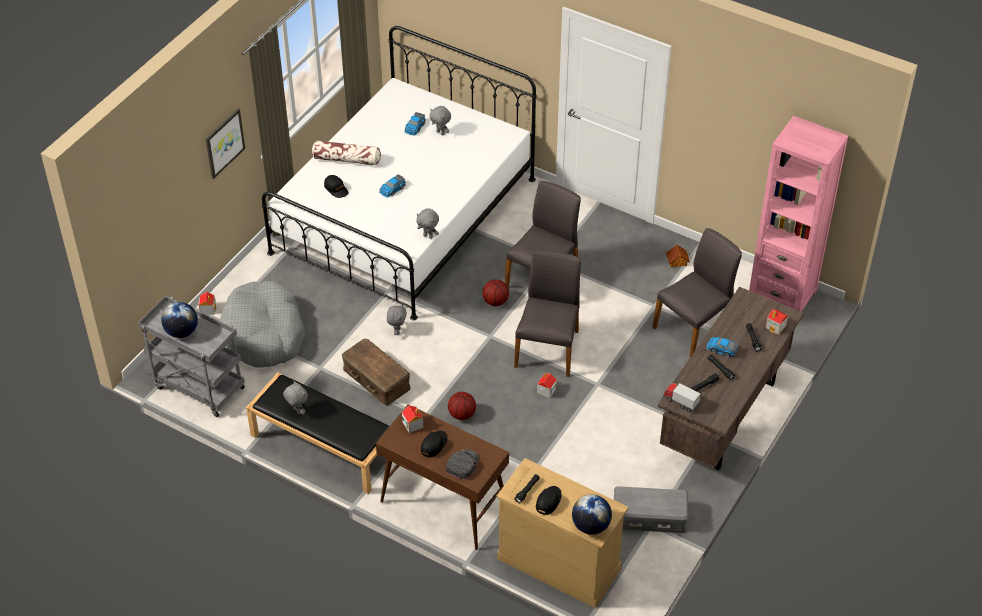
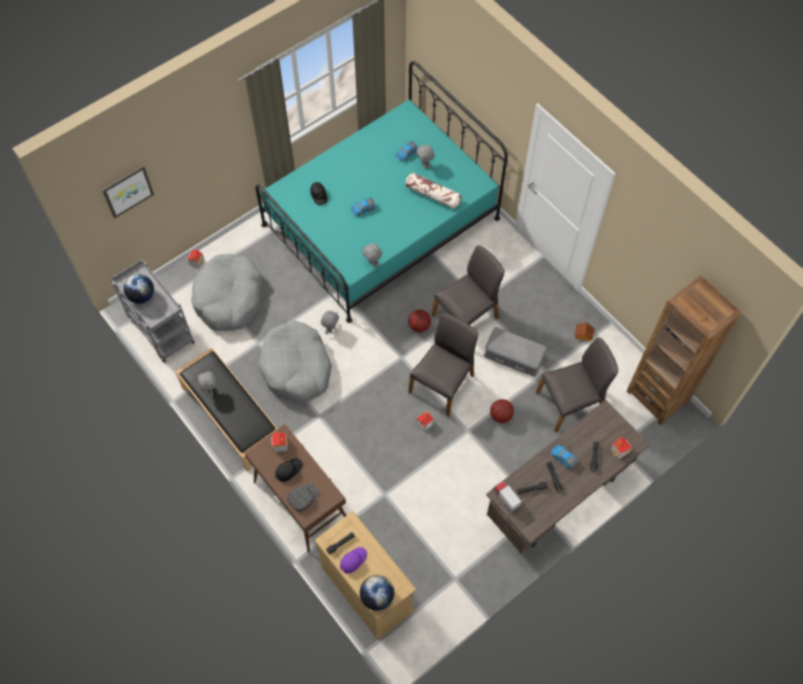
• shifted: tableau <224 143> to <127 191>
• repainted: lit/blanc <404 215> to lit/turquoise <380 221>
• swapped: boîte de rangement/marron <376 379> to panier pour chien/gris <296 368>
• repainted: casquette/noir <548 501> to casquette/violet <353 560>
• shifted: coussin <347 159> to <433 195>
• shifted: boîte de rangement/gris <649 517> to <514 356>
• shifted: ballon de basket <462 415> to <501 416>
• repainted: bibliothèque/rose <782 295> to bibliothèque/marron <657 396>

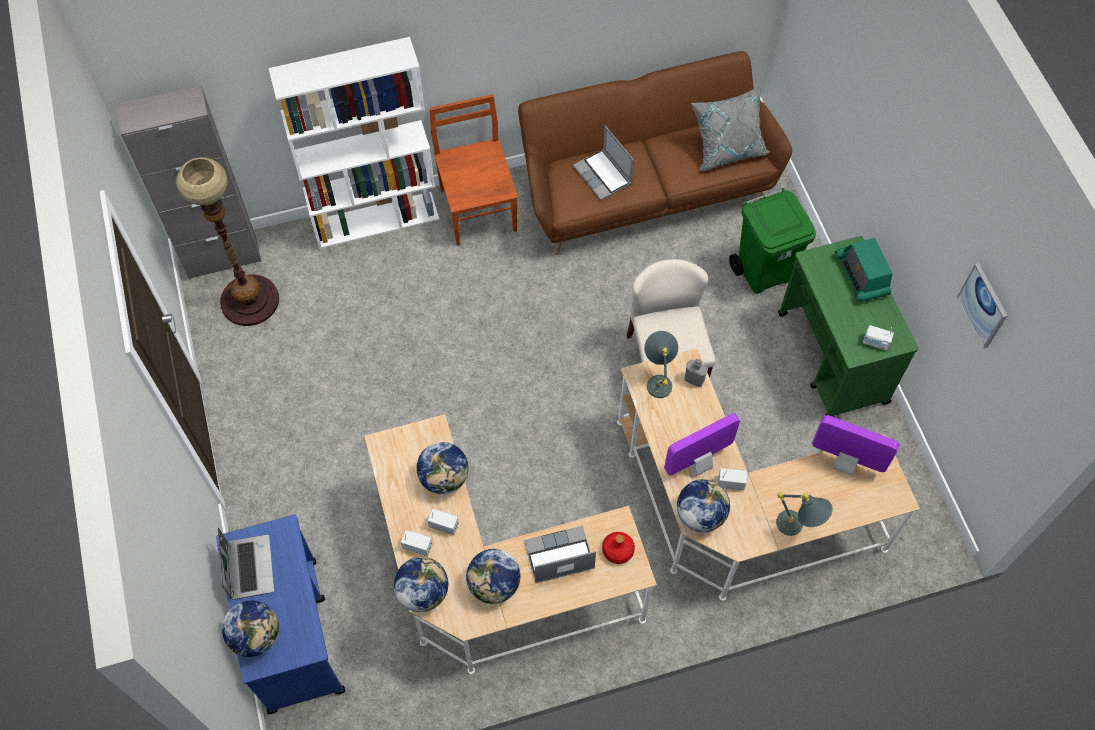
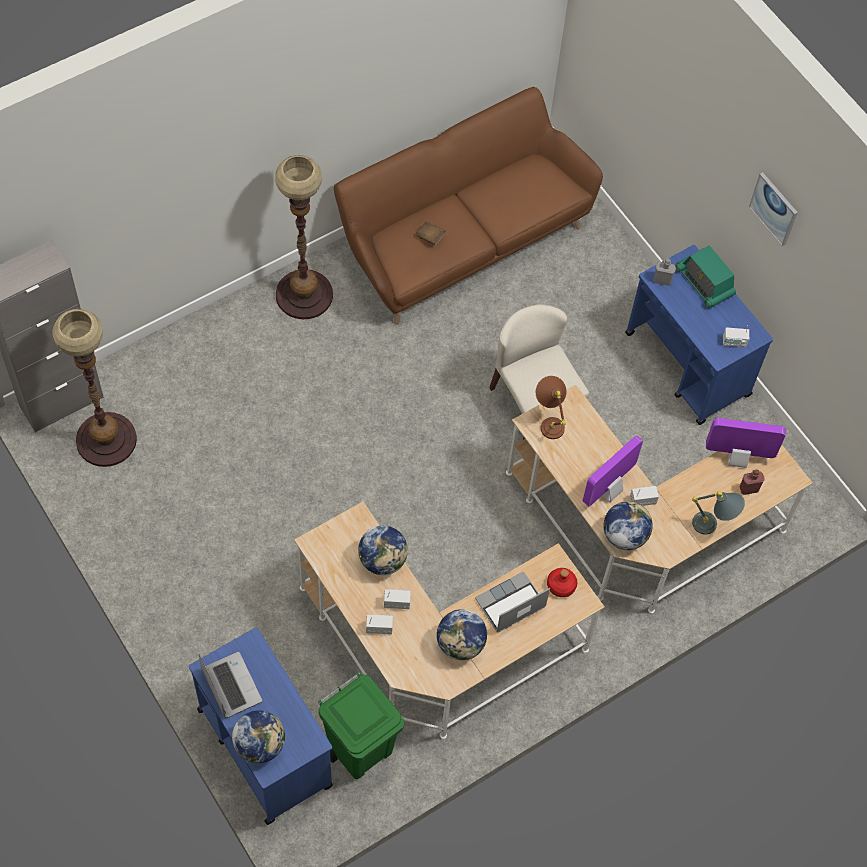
• swapped: chaise/marron <477 208> to lampadaire <304 294>
• shifted: poubelle/vert <764 272> to <360 748>
• swapped: ordinateur portable <603 175> to livre/marron <430 237>
• repainted: lampe de table/gris <658 378> to lampe de table/marron <549 421>
• repainted: chariot/vert <832 358> to chariot/bleu <688 365>
• shifted: bouteille/gris <694 379> to <662 280>
• new: bouteille/rouge <749 489>
• shifted: tableau <983 305> to <774 208>
• gone: bibliothèque/blanc <376 219>
• gone: globe <423 592>
• gone: coussin/gris <727 148>

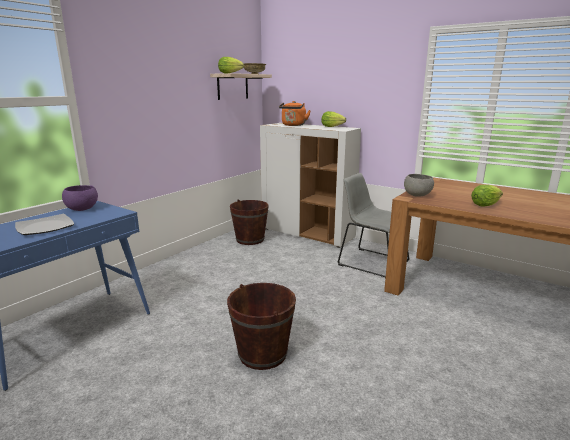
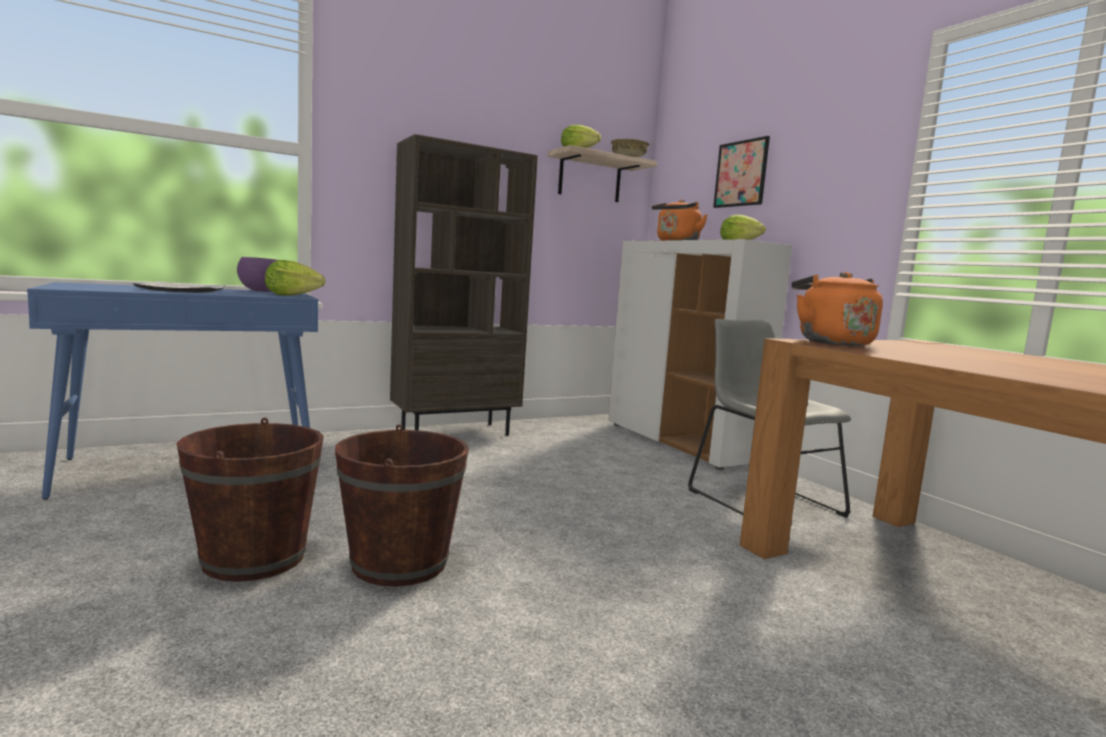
• shifted: seau/marron <250 239> to <254 558>
• shifted: laitue <485 205> to <292 295>
• new: bibliothèque/marron <455 432>
• new: tableau <741 173>
• swapped: bol/gris <417 195> to bouilloire/orange <831 342>

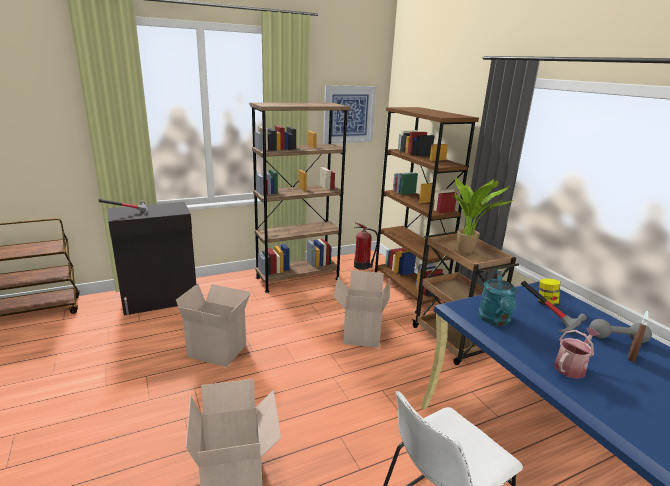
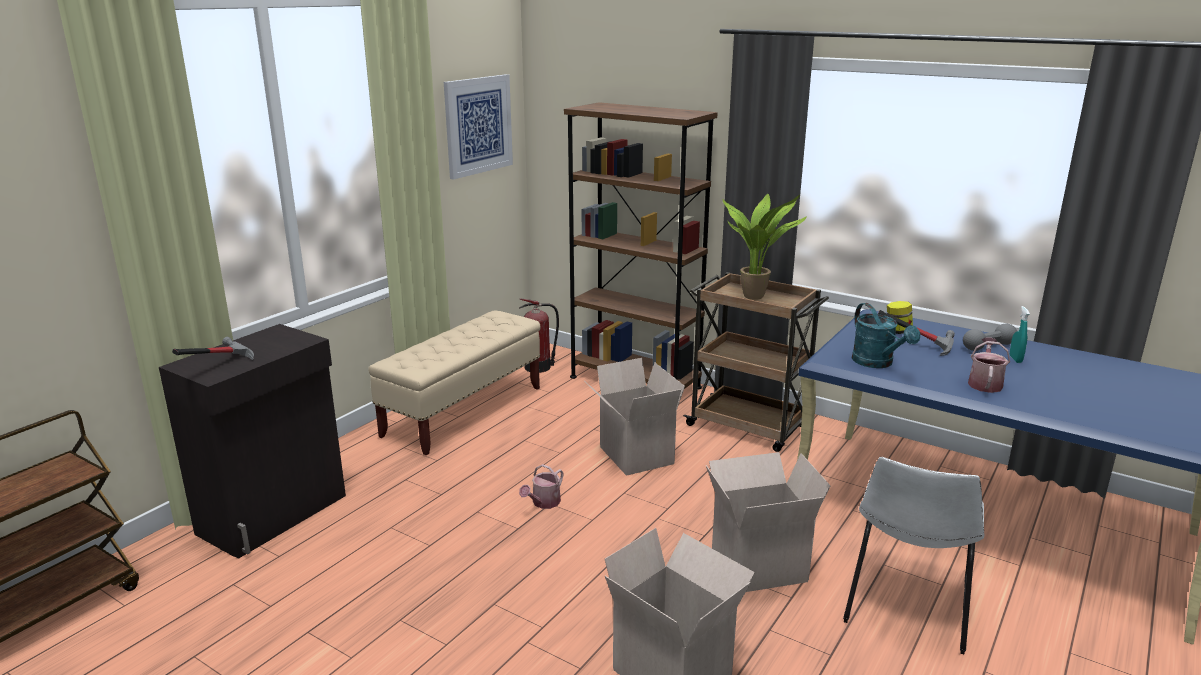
• swapped: bibliothèque/marron <298 278> to banc/beige <464 412>
• new: arrosoir <543 503>
• shifted: carton <219 350> to <759 565>
• repainted: vaporisateur/marron <631 357> to vaporisateur/turquoise <1015 359>

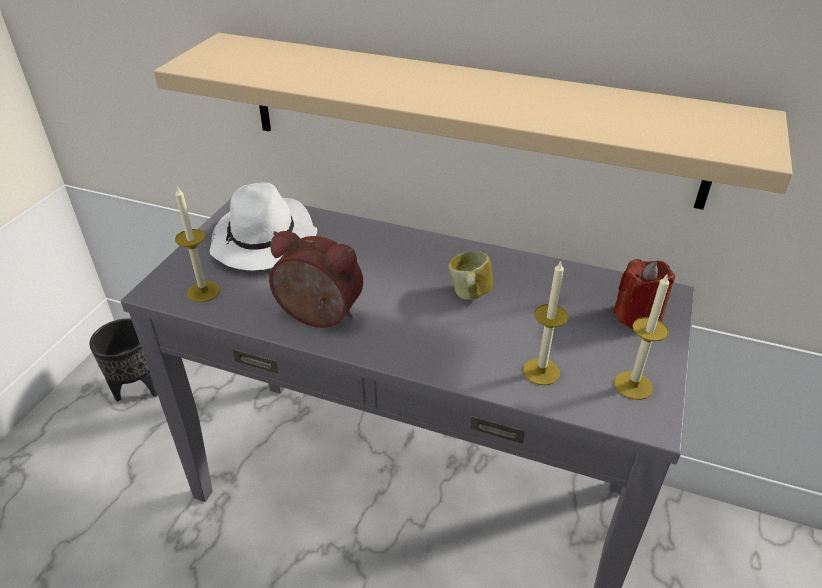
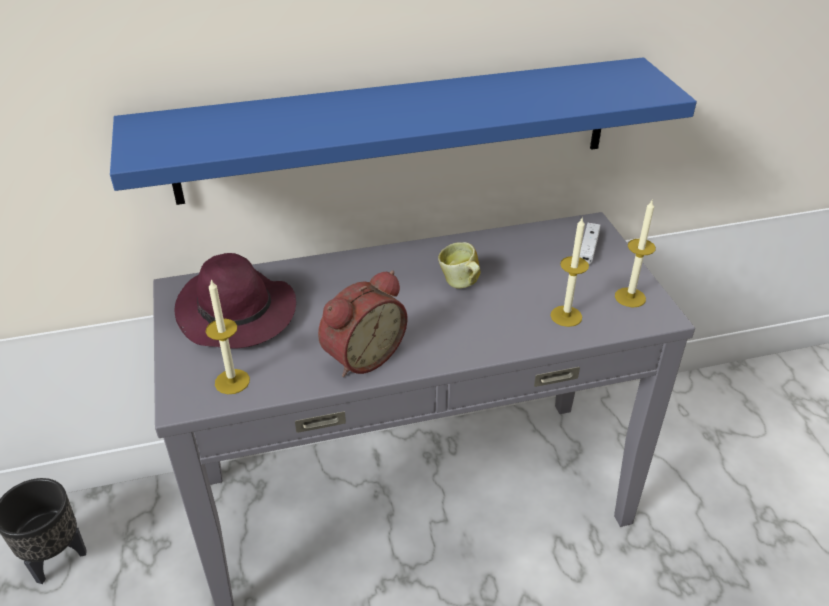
• repainted: étagère/beige <466 118> to étagère/bleu <397 130>
• repainted: chapeau/blanc <264 241> to chapeau/violet <237 313>
• rotated: réveil <317 317> = <361 355> 150 degrees clockwise
• swapped: bougie/rouge <638 316> to manette/blanc <588 248>

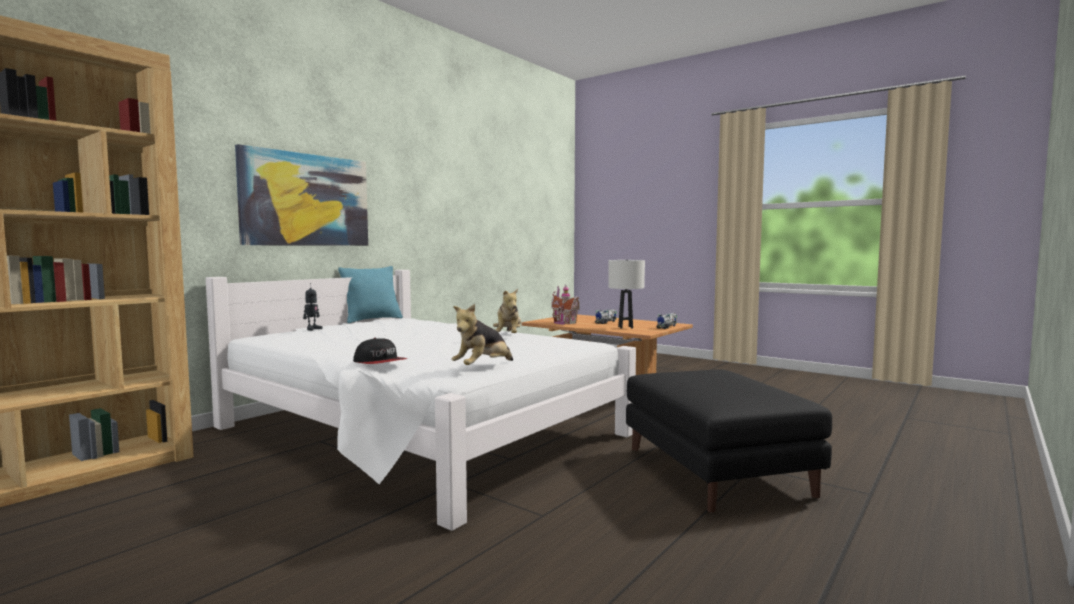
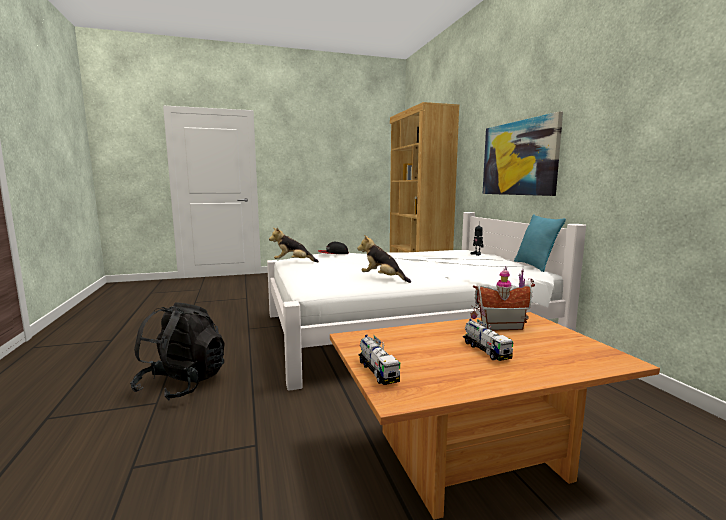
• swapped: pouf/noir <717 473> to sac à dos/noir <182 384>
• rotated: peluche <483 367> = <293 262> 75 degrees counterclockwise
• gone: lampe de table/blanc <625 327>

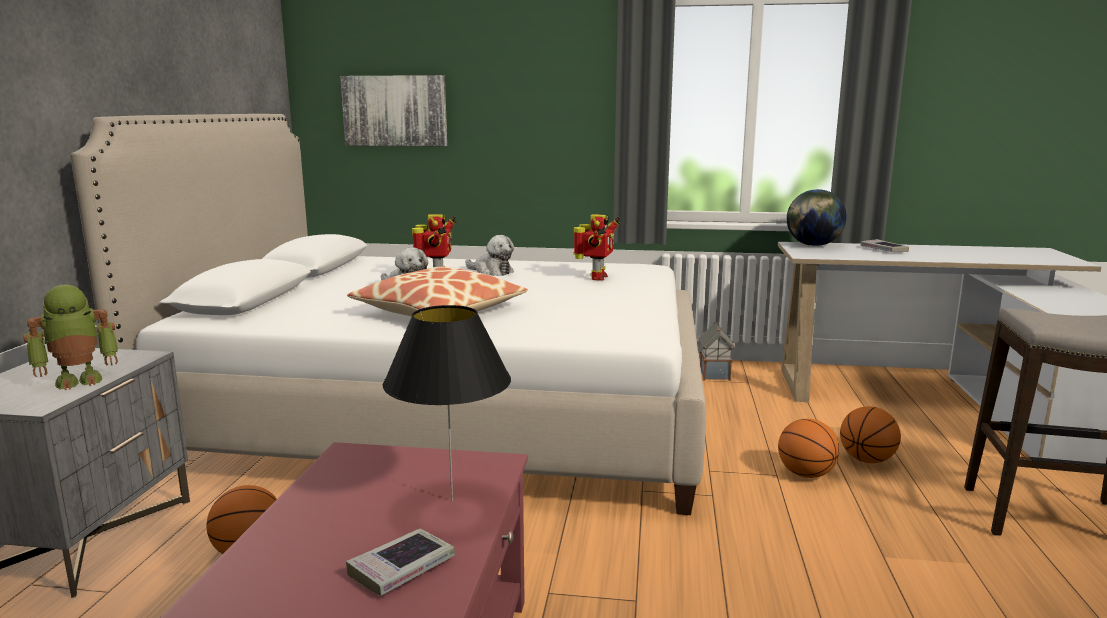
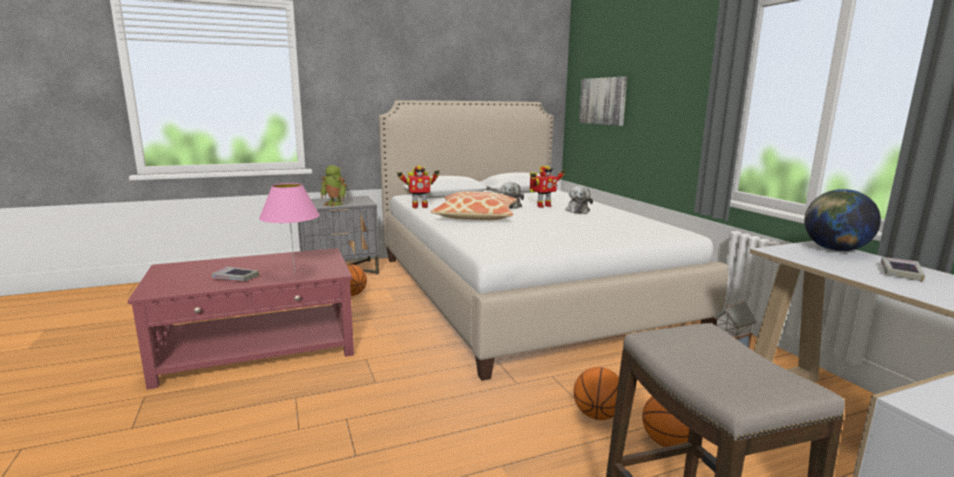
• repainted: lampe de table/noir <452 500> to lampe de table/rose <294 273>
• shifted: robot jouet <596 278> to <419 207>

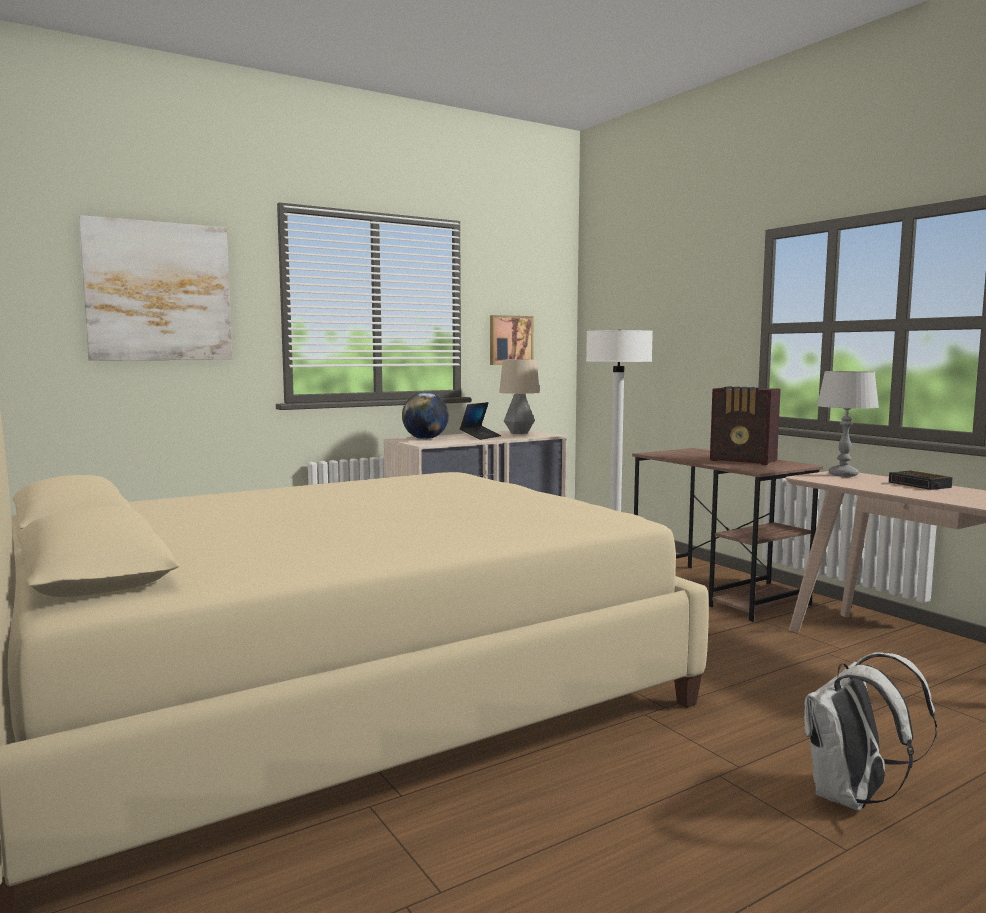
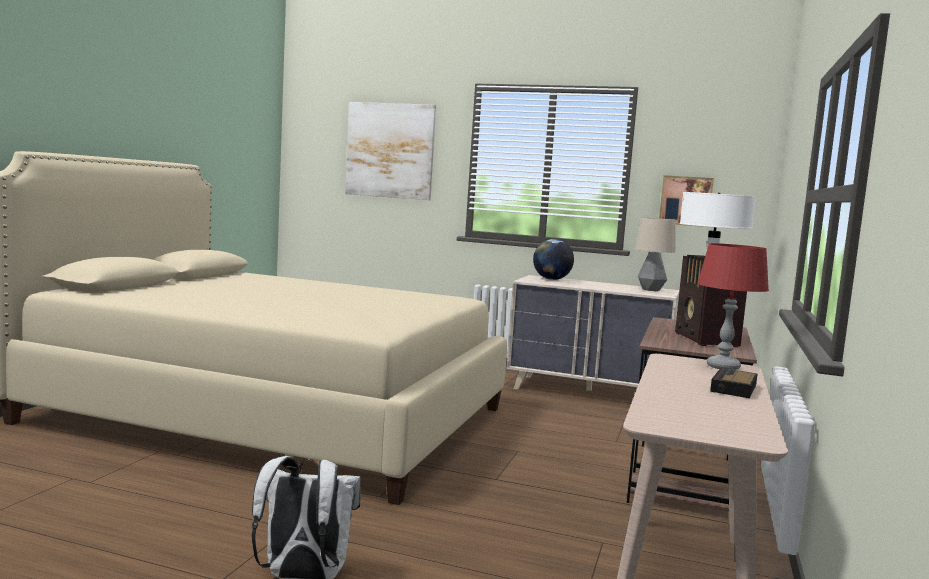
• repainted: lampe de table/gris <843 475> to lampe de table/rouge <723 367>
• gone: ordinateur portable <480 437>

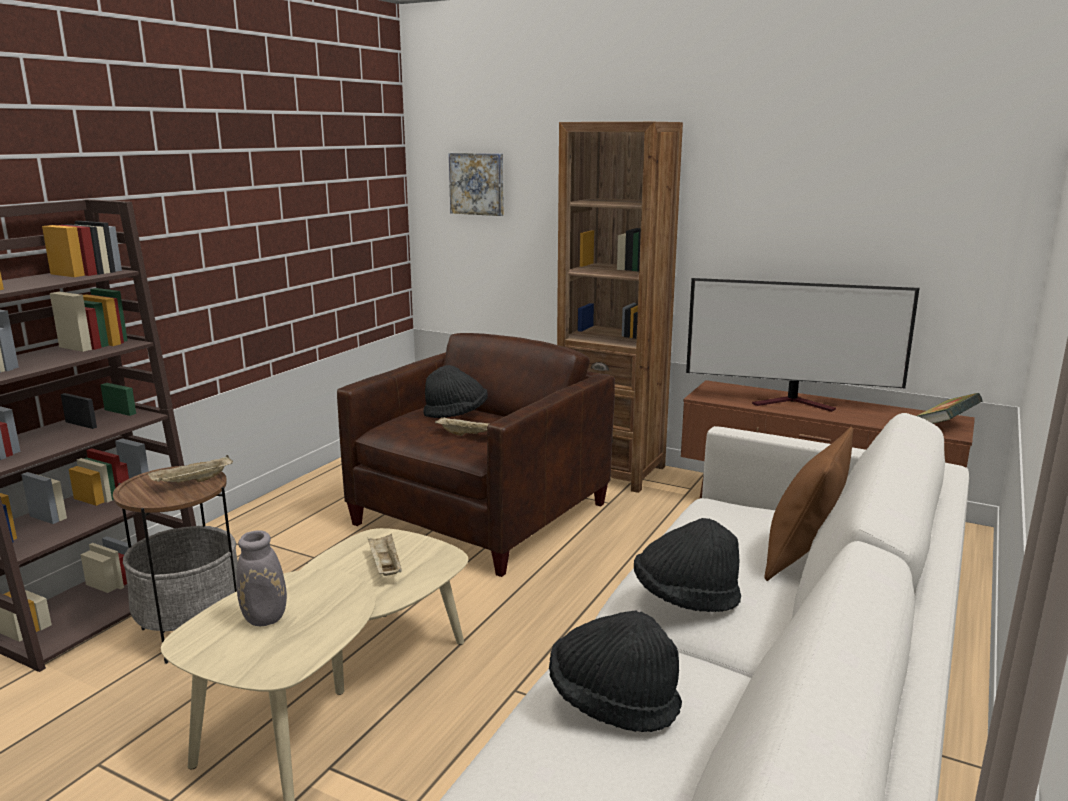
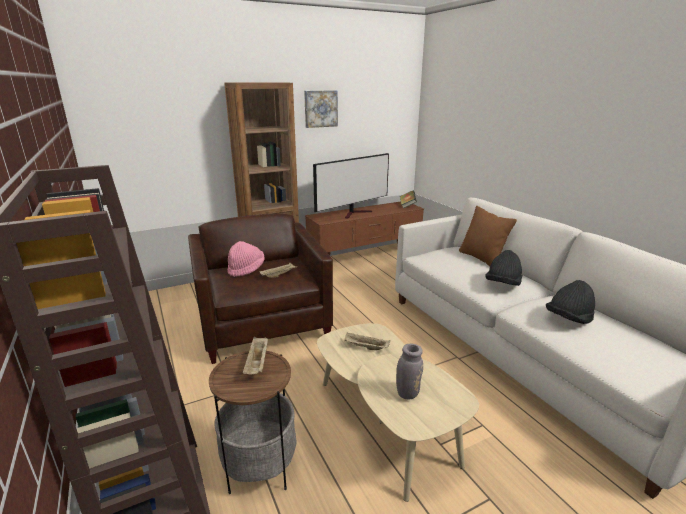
• repainted: chapeau/noir <456 414> to chapeau/rose <246 269>
• shifted: tableau <477 183> to <320 109>

